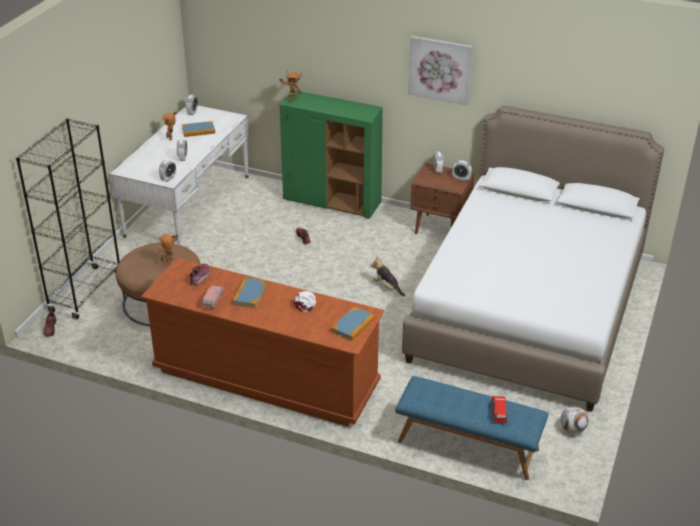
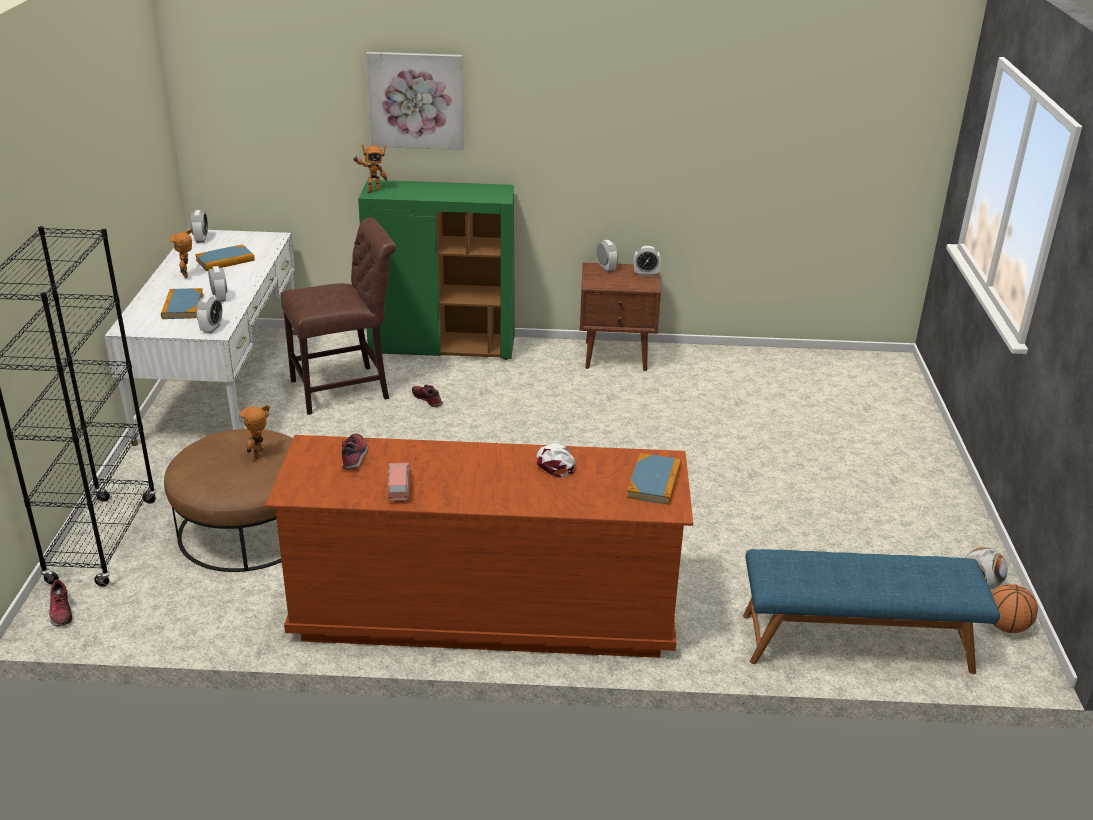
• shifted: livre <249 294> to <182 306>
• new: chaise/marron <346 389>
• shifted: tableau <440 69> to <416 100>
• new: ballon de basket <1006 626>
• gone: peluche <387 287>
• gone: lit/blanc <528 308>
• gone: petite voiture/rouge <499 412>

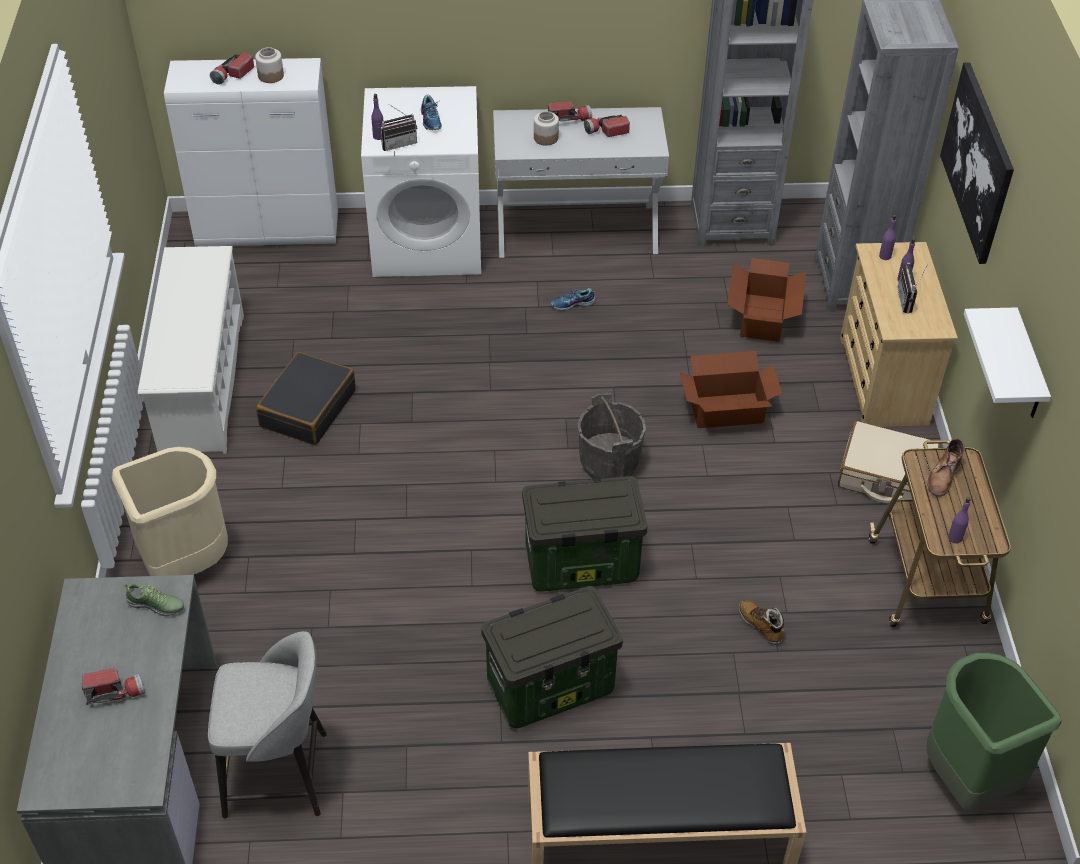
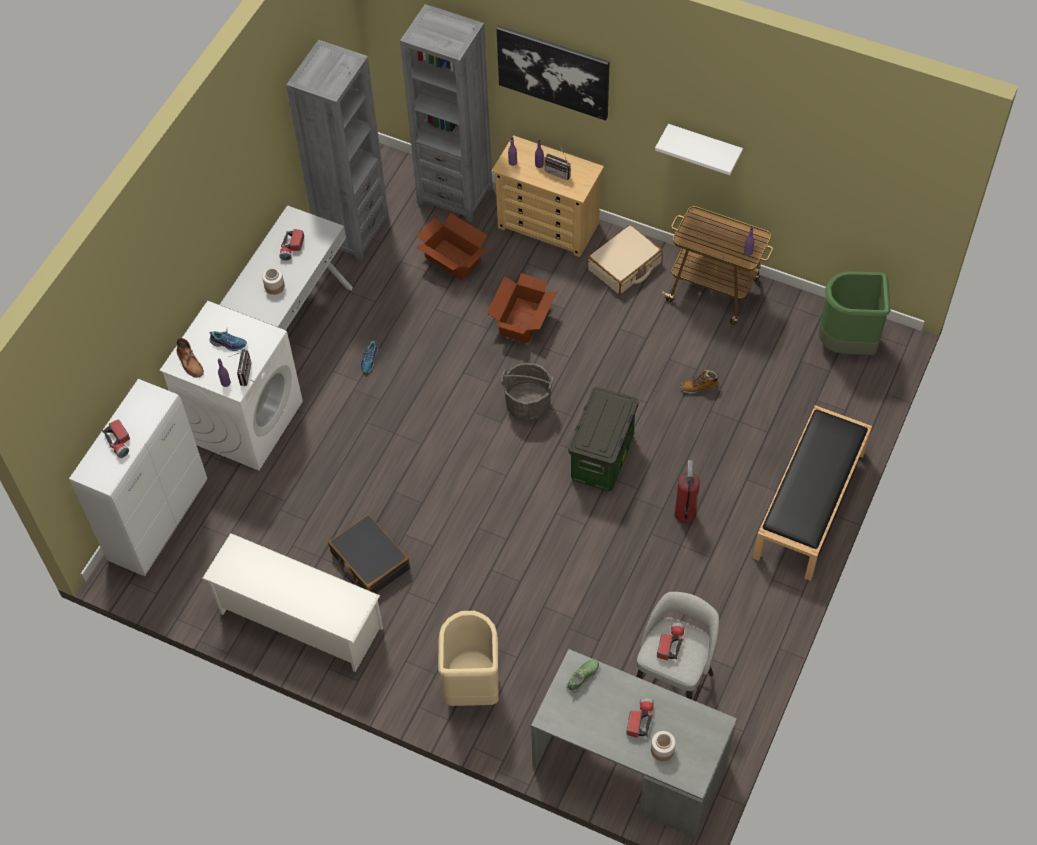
• shifted: botte/marron <943 476> to <190 363>
• shifted: bocal <271 75> to <662 750>
• shifted: lampe de poche <569 118> to <670 644>
• swapped: boîte de rangement <551 686> to extincteur <684 514>

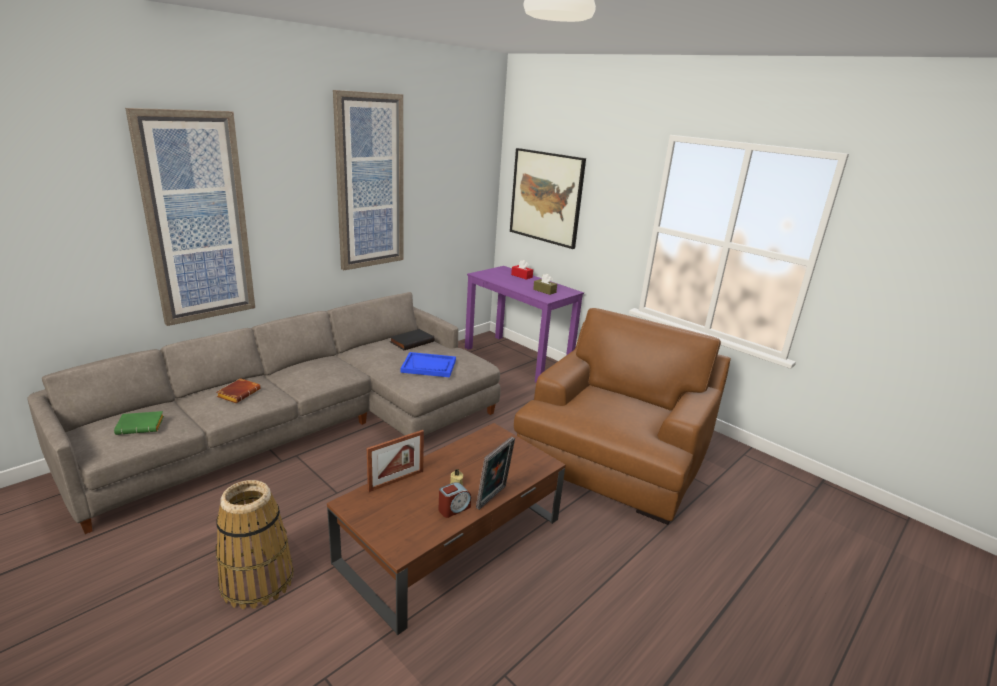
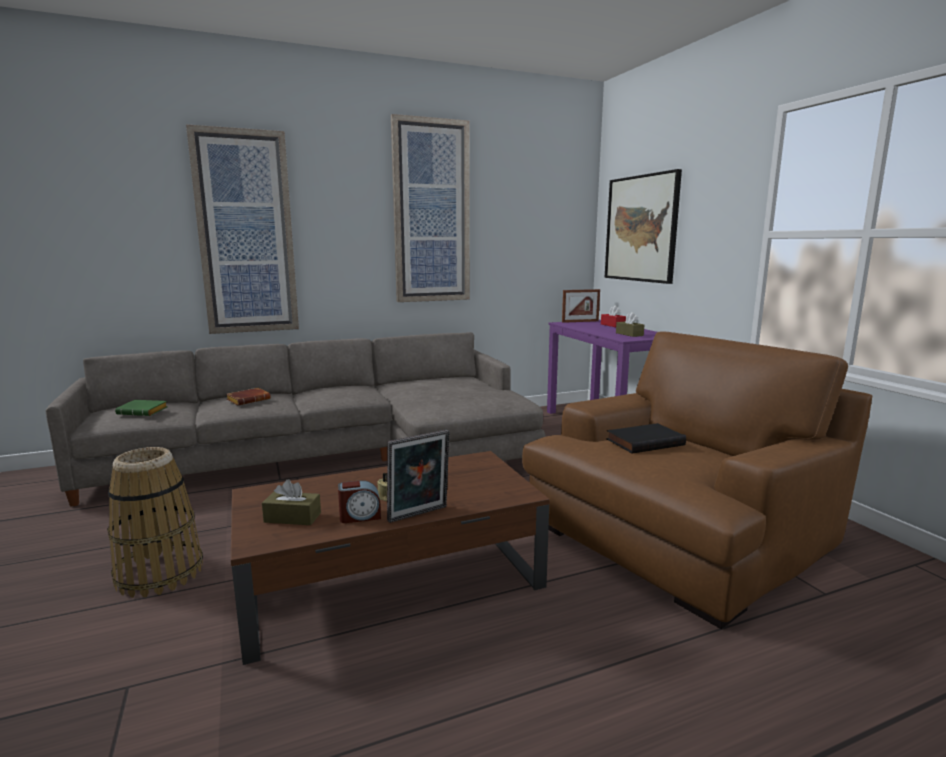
• new: boîte à mouchoirs/marron <292 517>
• shifted: cadre photo <396 481> to <580 321>
• shifted: livre/noir <411 341> to <644 442>
• gone: plateau/bleu <429 366>

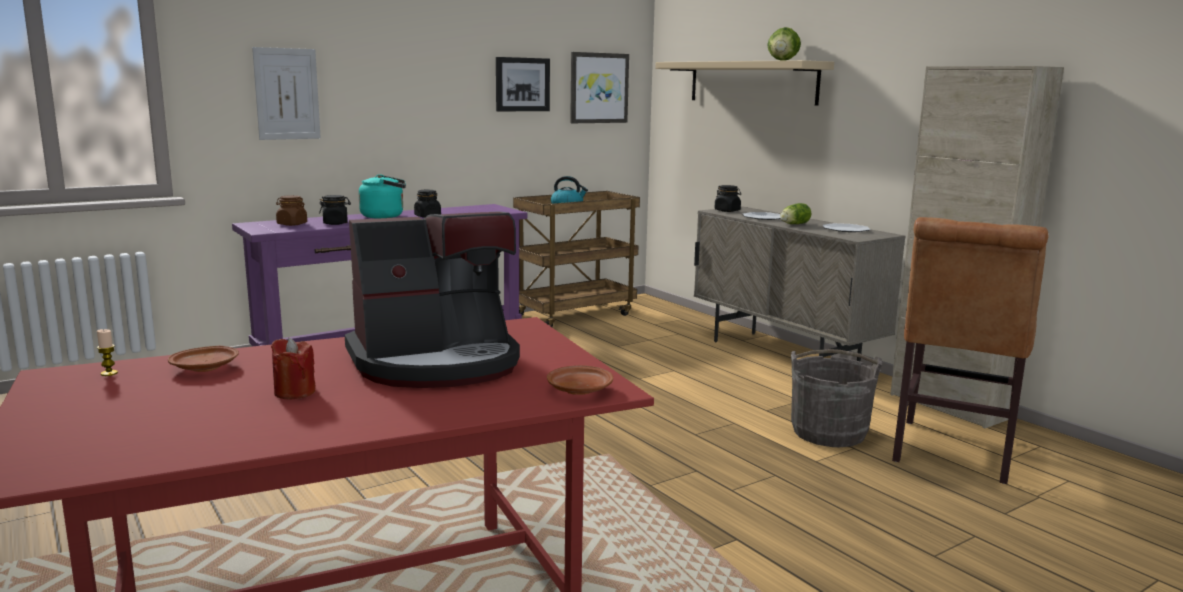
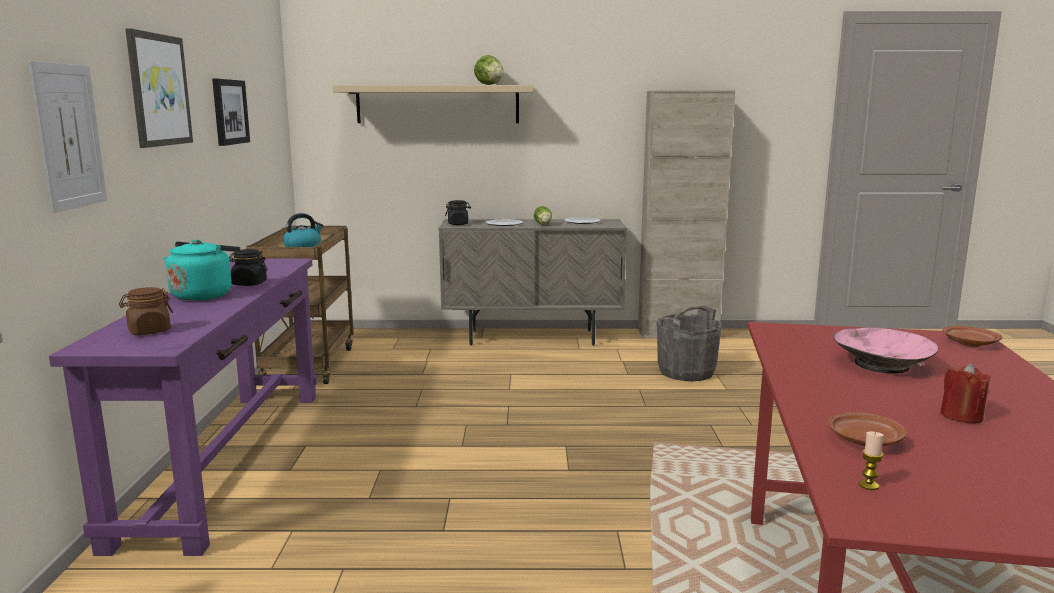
• shifted: tableau <598 88> to <158 90>
• swapped: machine à café <437 362> to bol/rose <881 365>
• gone: bocal/noir <335 223>
• gone: chaise/marron <952 454>

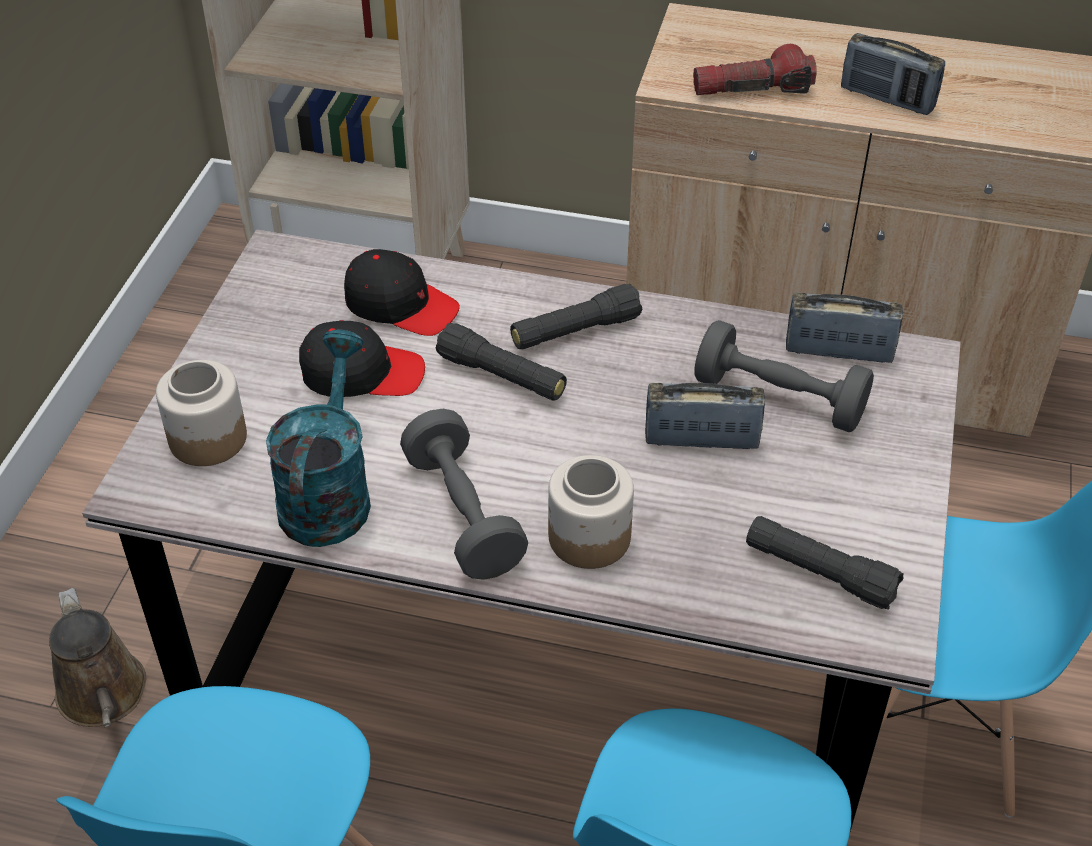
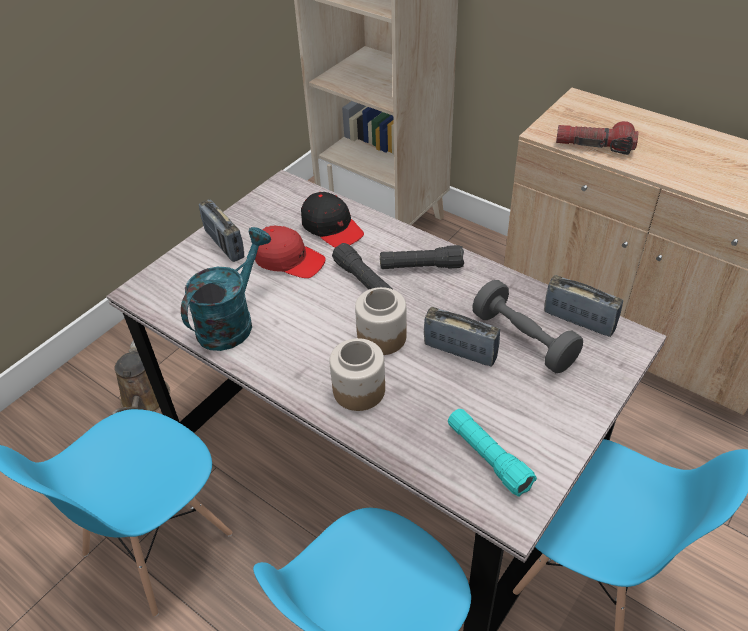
• shifted: radio <887 99> to <224 245>
• repainted: casquette/noir <362 373> to casquette/rouge <289 259>
• shifted: bocal <207 438> to <381 337>
• repainted: lampe de poche/noir <819 573> to lampe de poche/turquoise <488 457>
• gone: haltère/gris <463 515>

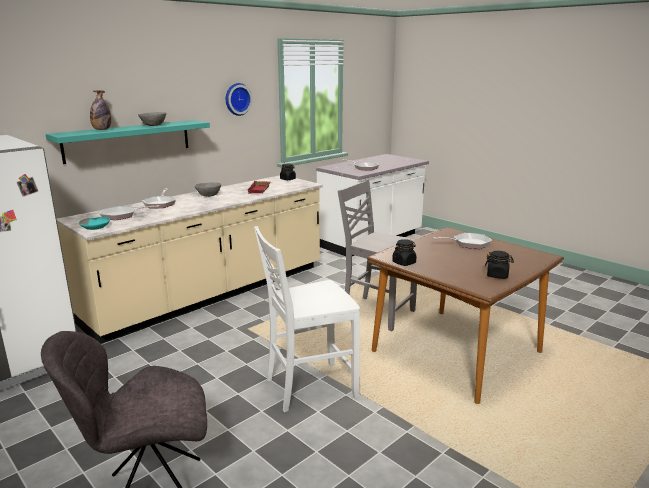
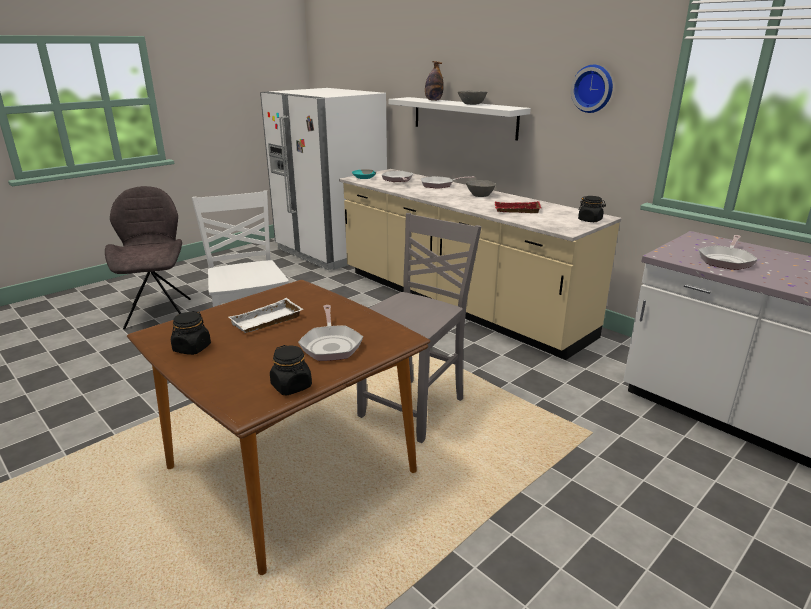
• new: plateau/blanc <267 322>
• shifted: bocal/noir <404 263> to <291 386>
• repainted: étagère/turquoise <128 140> to étagère/blanc <464 117>

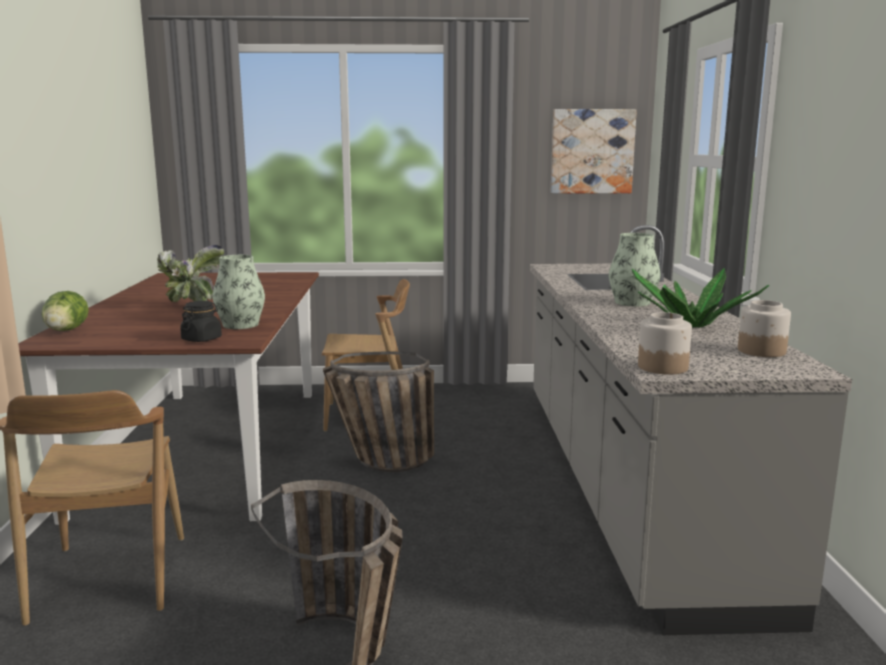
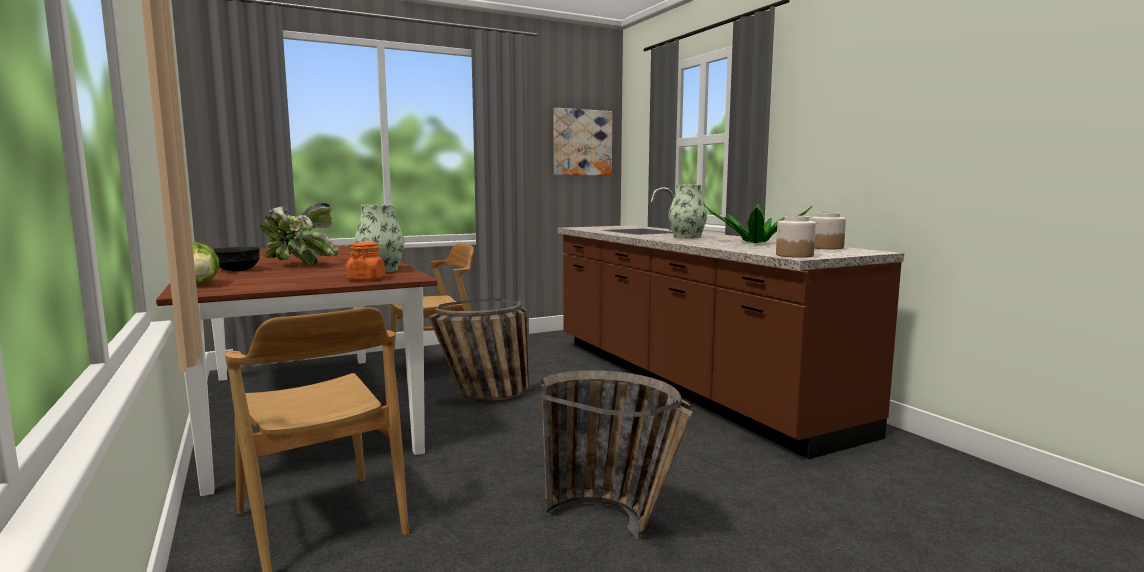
• new: bol/noir <237 270>
• repainted: bocal/noir <202 339> to bocal/orange <366 279>
• repainted: comptoir de cuisine/gris <627 484> to comptoir de cuisine/marron <686 382>

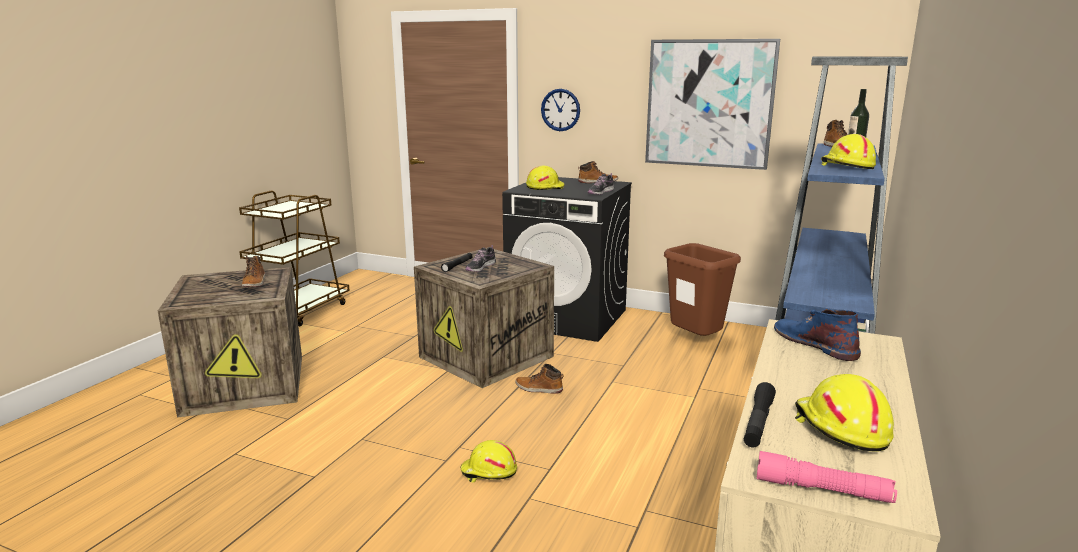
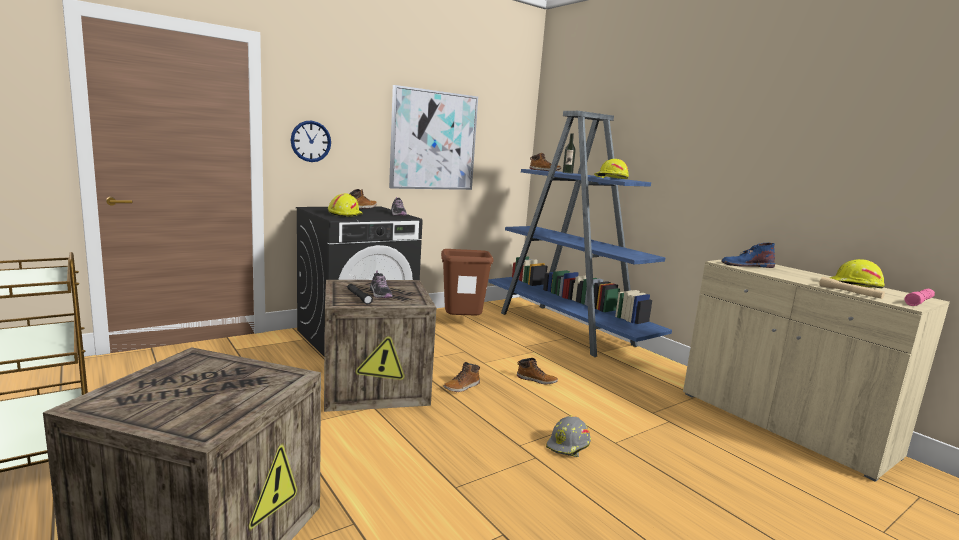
• shifted: botte <254 283> to <536 380>
• repainted: casque de chantier/jaune <488 472> to casque de chantier/gris <568 445>
• repainted: lampe de poche/noir <758 422> to lampe de poche/beige <850 292>

